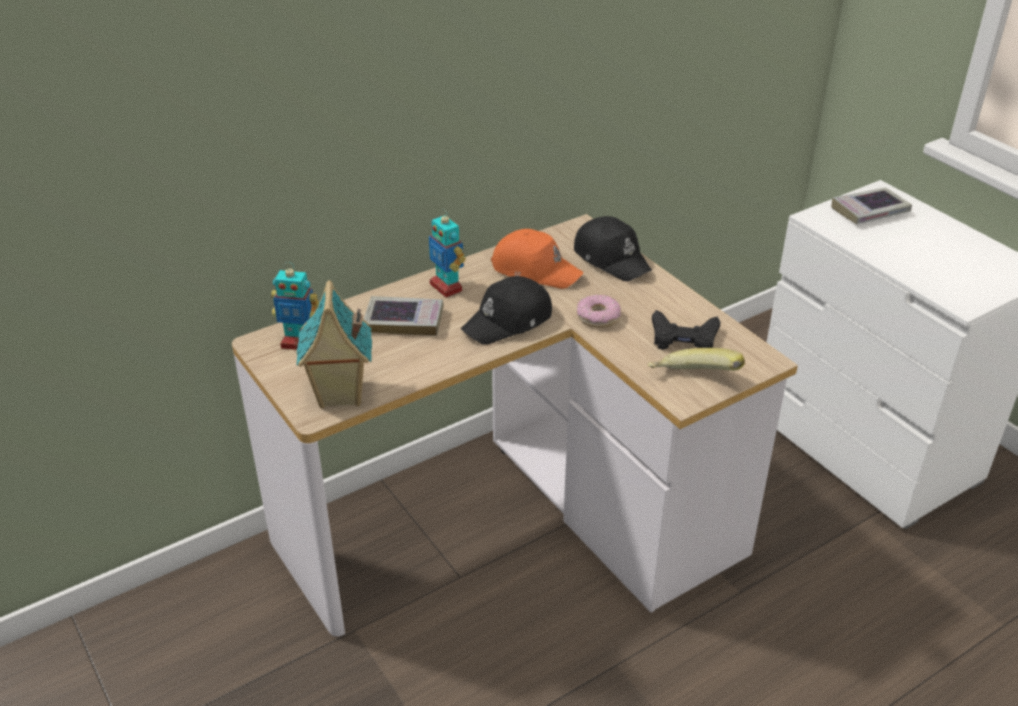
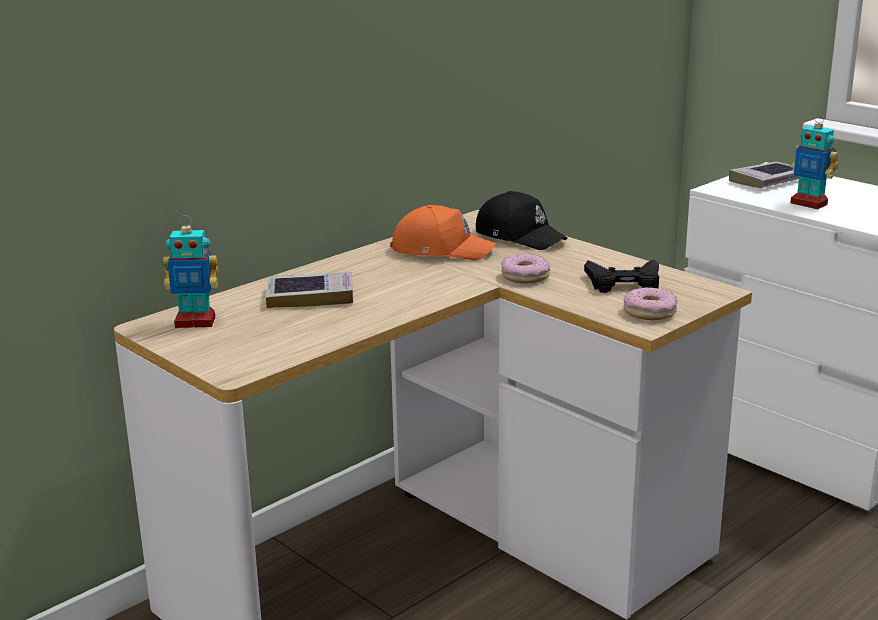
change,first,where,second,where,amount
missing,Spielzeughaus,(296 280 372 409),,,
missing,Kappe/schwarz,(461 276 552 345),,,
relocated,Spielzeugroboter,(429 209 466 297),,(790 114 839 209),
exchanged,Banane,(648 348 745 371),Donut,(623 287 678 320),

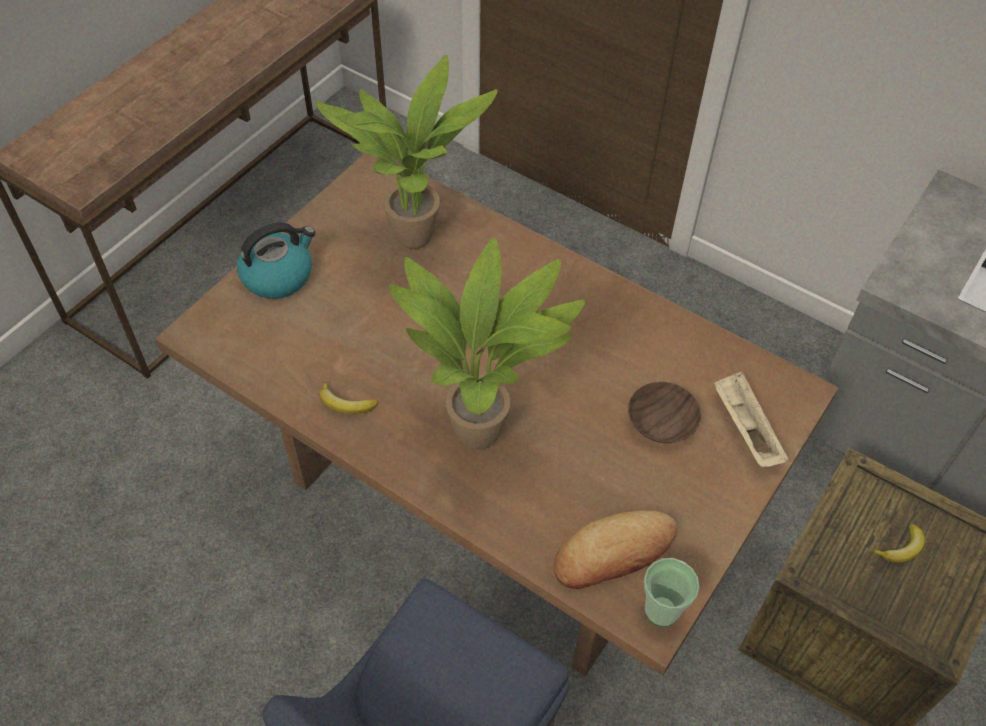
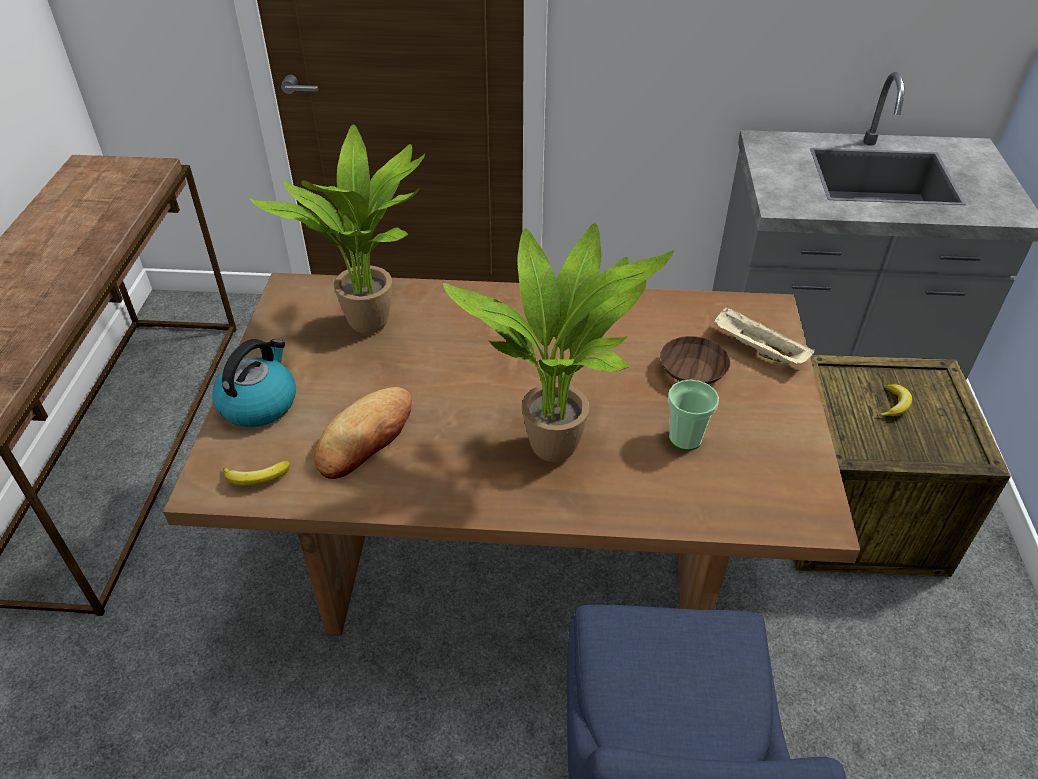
change,first,where,second,where,amount
relocated,Banane,(319 381 378 414),,(223 461 290 485),
relocated,Brot,(554 510 677 589),,(314 387 412 479),
relocated,Tasse,(644 558 699 627),,(668 379 719 451),

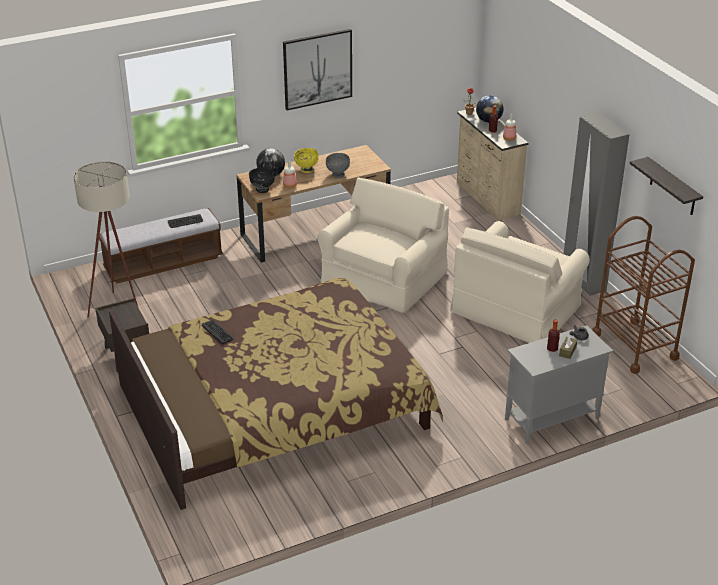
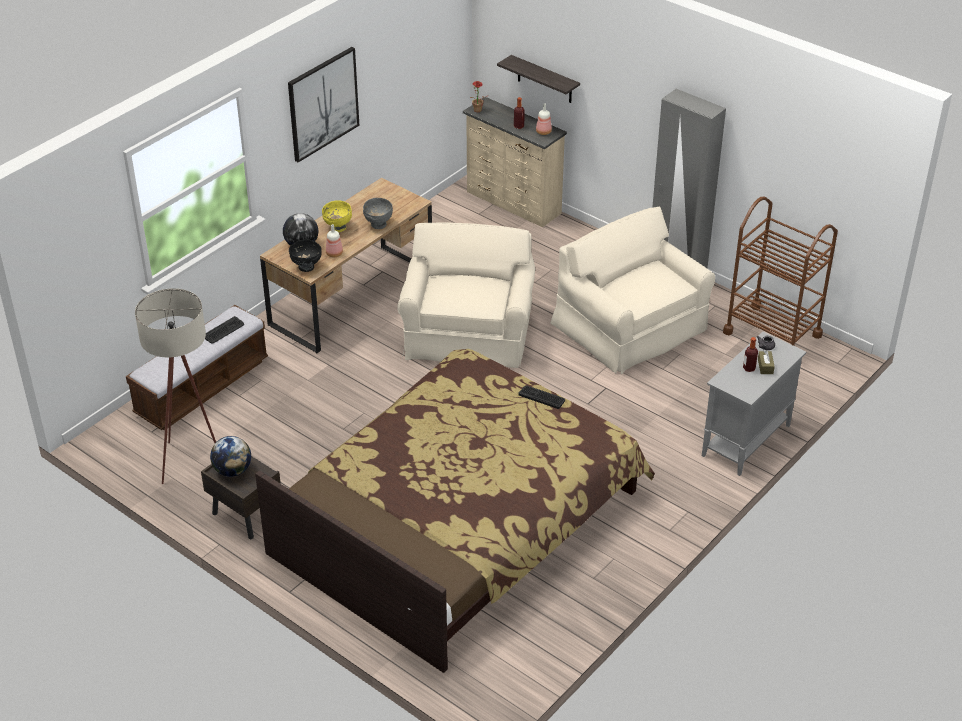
change,first,where,second,where,amount
relocated,Tastatur,(202 320 234 344),,(518 385 565 409),
relocated,Globus,(476 95 504 123),,(210 436 251 477),
relocated,Wandregal,(630 157 703 215),,(497 55 580 103),
spun,Sessel/beige,(450 221 590 343),,(550 207 715 374),135 degrees clockwise

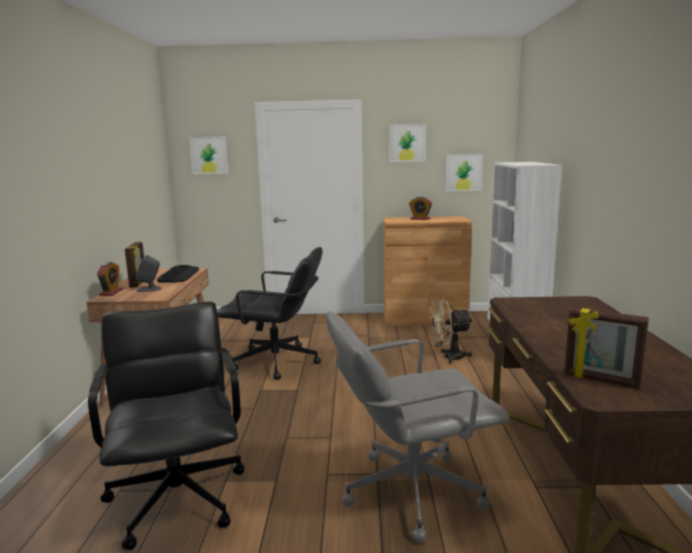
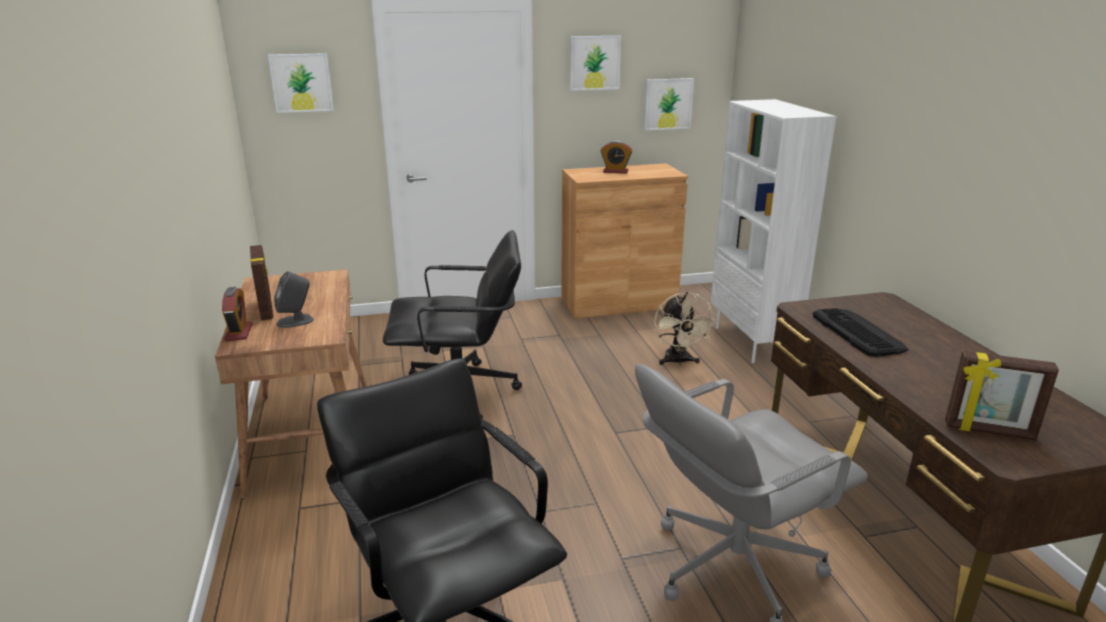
change,first,where,second,where,amount
relocated,Tastatur,(157 265 199 283),,(813 308 909 357),
spun,Ventilator/beige,(429 299 473 364),,(654 292 716 366),75 degrees counterclockwise

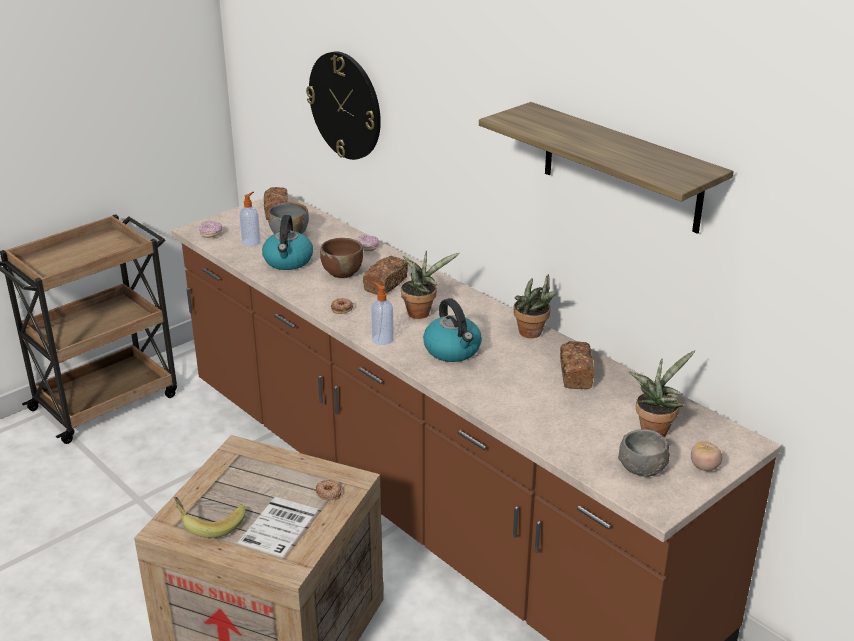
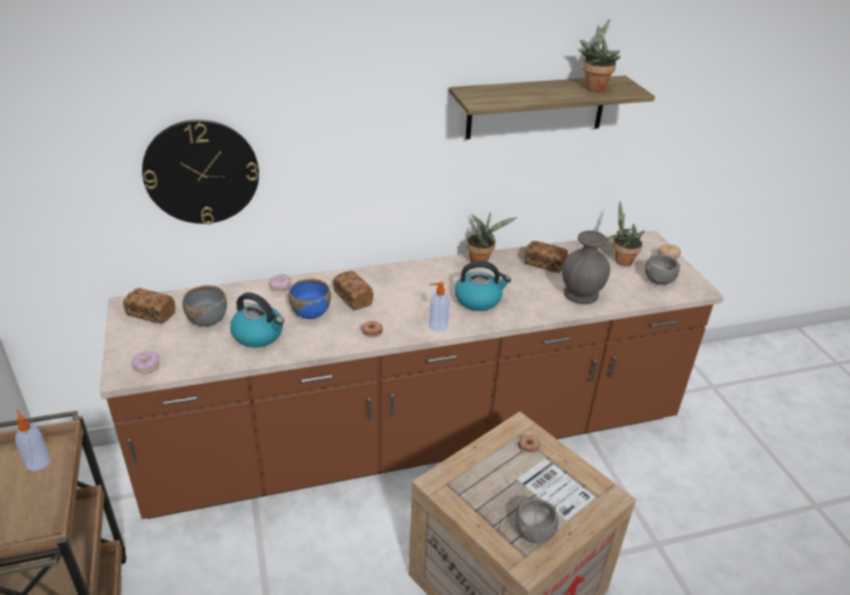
change,first,where,second,where,amount
appeared,,,Vase/grau,(562 230 610 304),
relocated,Seifenspender,(240 192 261 246),,(15 410 50 471),
relocated,Topfpflanze,(401 250 460 319),,(578 19 620 92),
exchanged,Banane,(174 497 246 538),Schüssel/grau,(515 498 558 544),
colour,Schüssel/braun,(320 238 363 278),Schüssel/blau,(289 279 331 319),

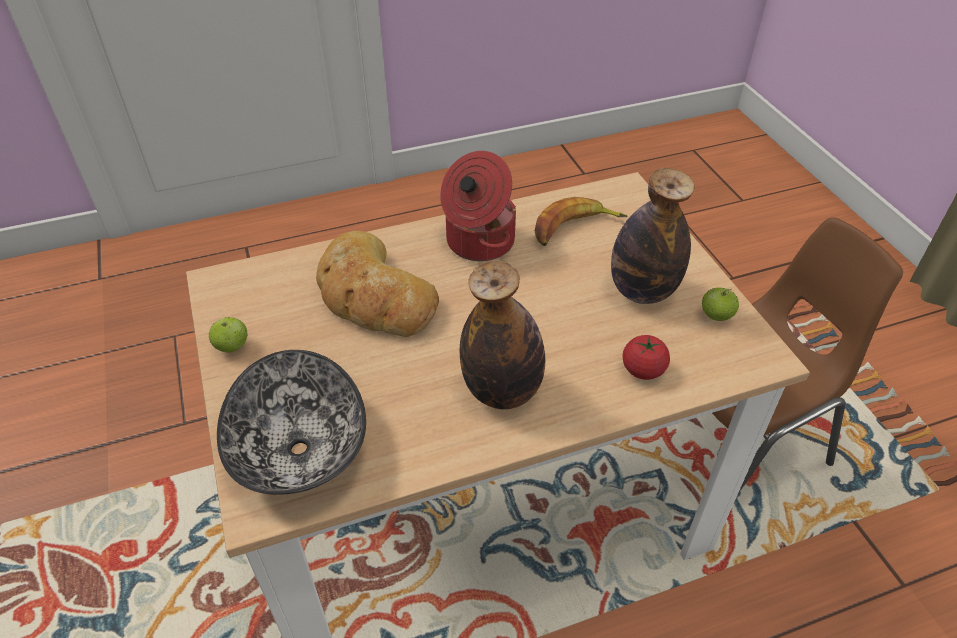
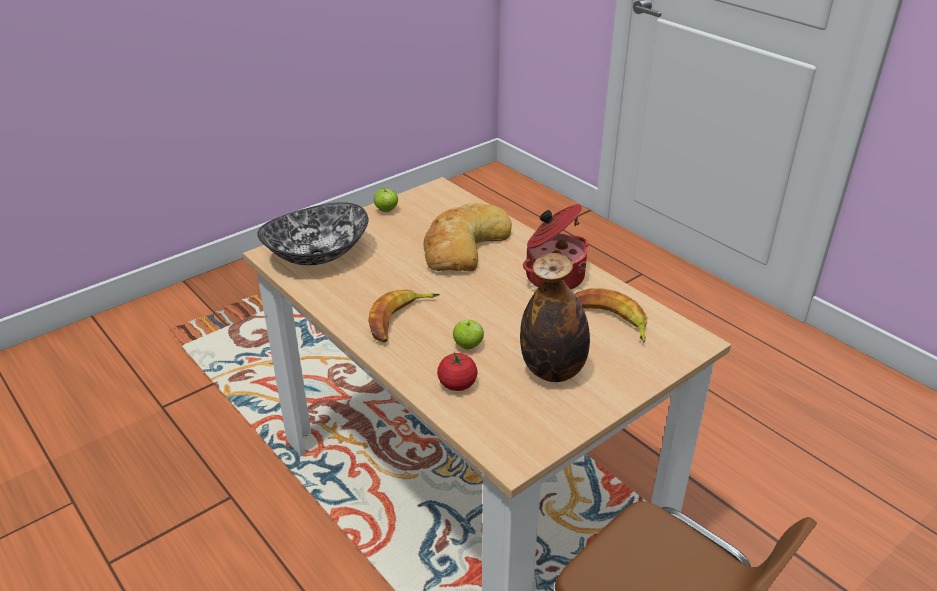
change,first,where,second,where,amount
relocated,Apfel,(702 288 739 321),,(453 319 484 350),
exchanged,Flasche,(460 261 545 409),Banane,(368 289 440 342),

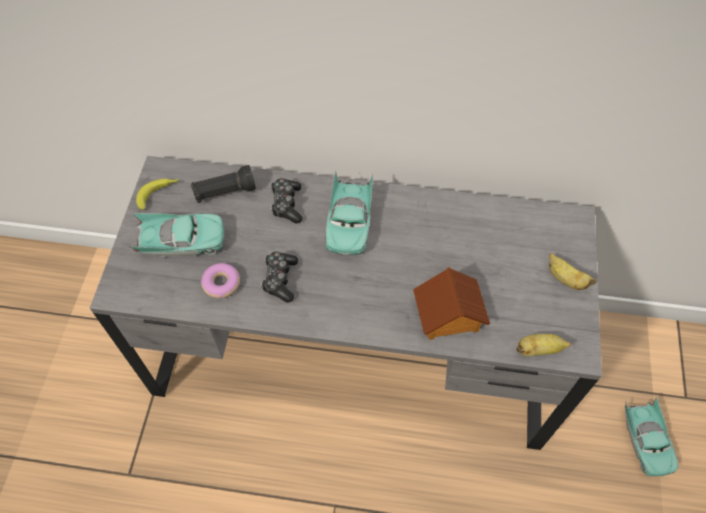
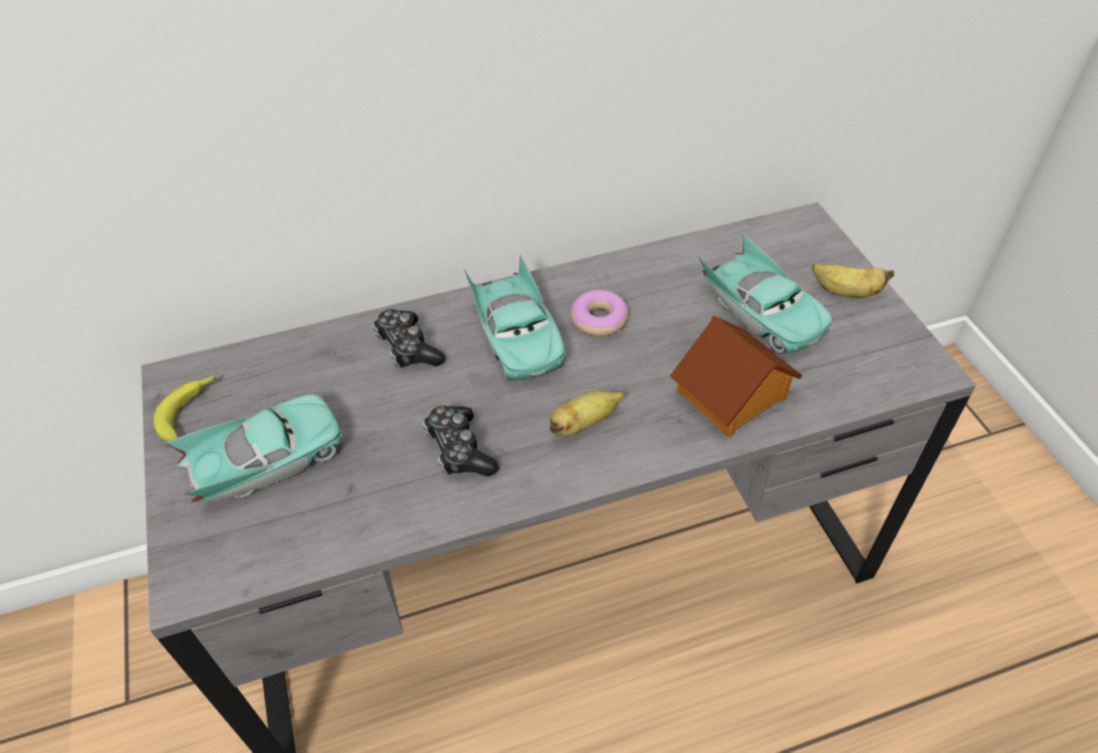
change,first,where,second,where,amount
missing,Taschenlampe/schwarz,(191 165 256 203),,,
relocated,Donut,(201 263 240 299),,(571 290 628 336),
relocated,Banane,(516 334 571 356),,(550 390 624 437),
relocated,Spielzeugauto/türkis,(625 397 678 477),,(699 233 832 354),

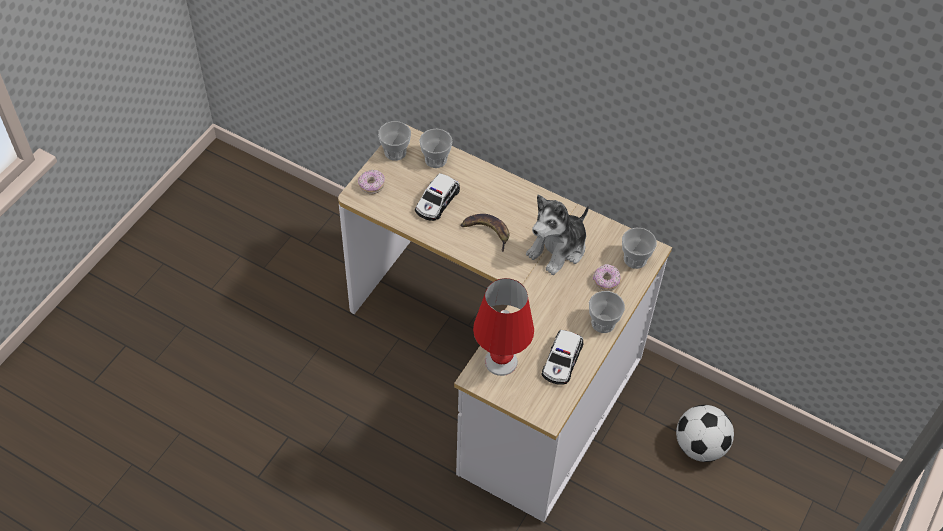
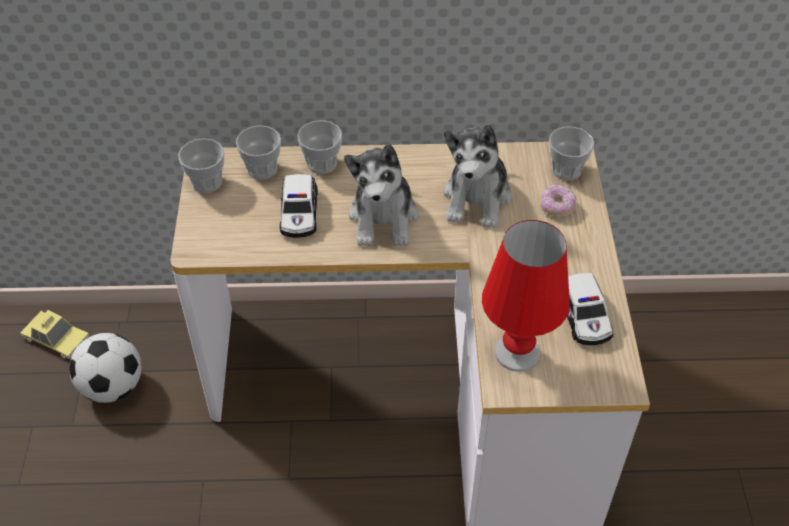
change,first,where,second,where,amount
missing,Donut,(358 170 385 194),,,
appeared,,,Spielzeugauto,(20 310 89 359),
relocated,Tasse,(589 291 625 333),,(297 120 342 174),
relocated,Fußball,(676 405 734 462),,(69 333 141 403),
exchanged,Banane,(461 214 509 252),Plüschtier,(344 144 419 246),

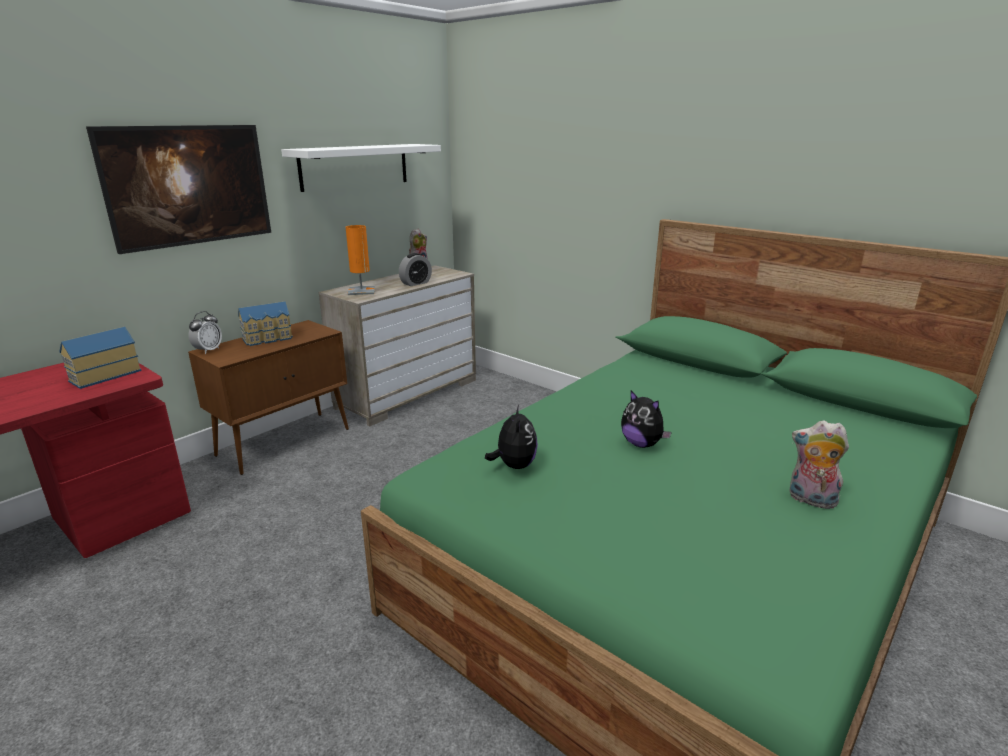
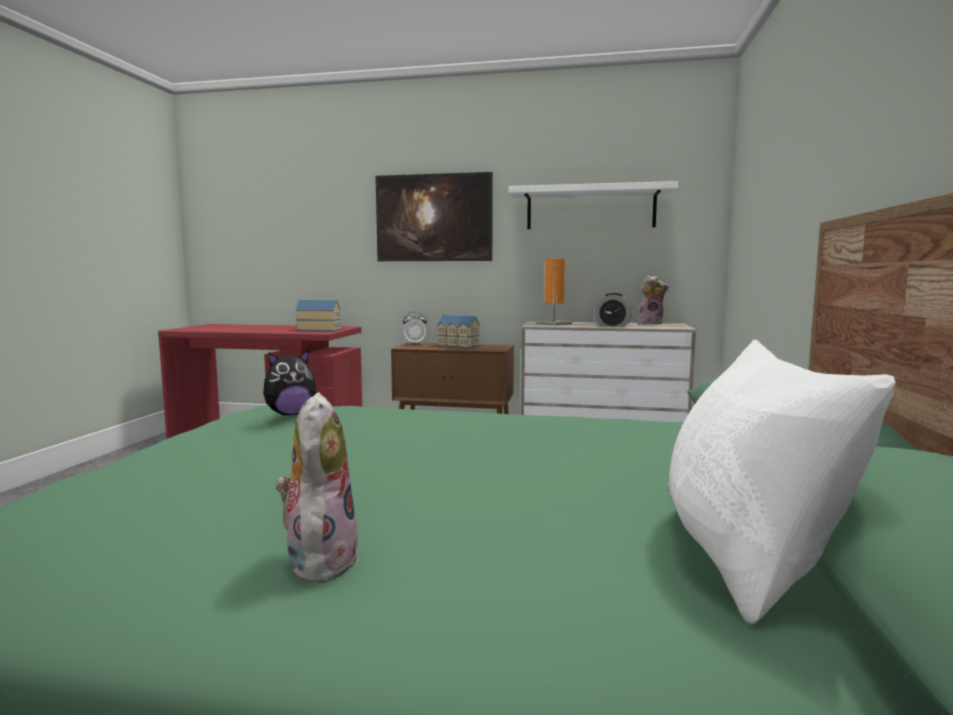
change,first,where,second,where,amount
missing,Plüschtier,(621 391 672 448),,,
appeared,,,Kissen/weiß,(668 340 896 624),

